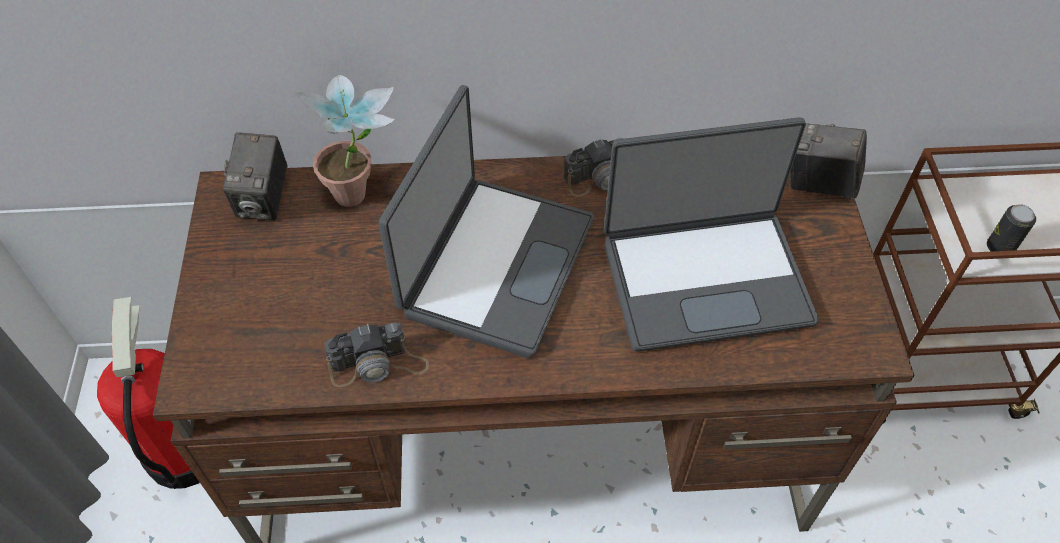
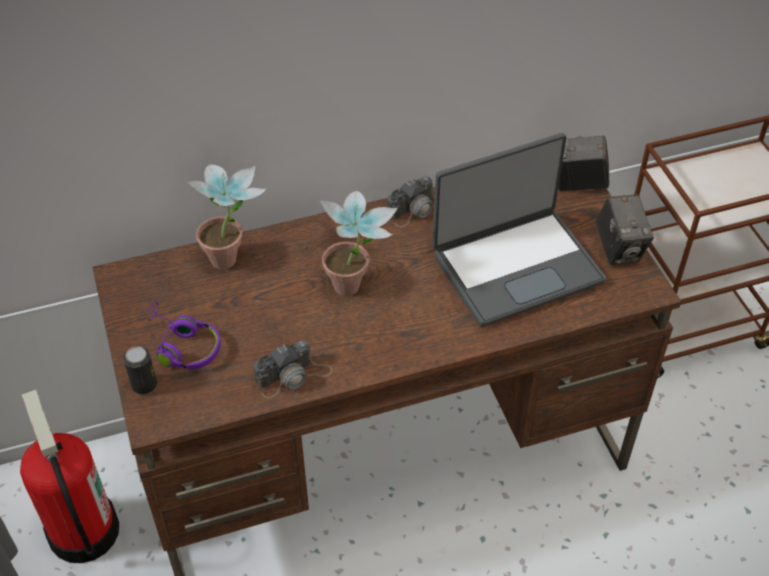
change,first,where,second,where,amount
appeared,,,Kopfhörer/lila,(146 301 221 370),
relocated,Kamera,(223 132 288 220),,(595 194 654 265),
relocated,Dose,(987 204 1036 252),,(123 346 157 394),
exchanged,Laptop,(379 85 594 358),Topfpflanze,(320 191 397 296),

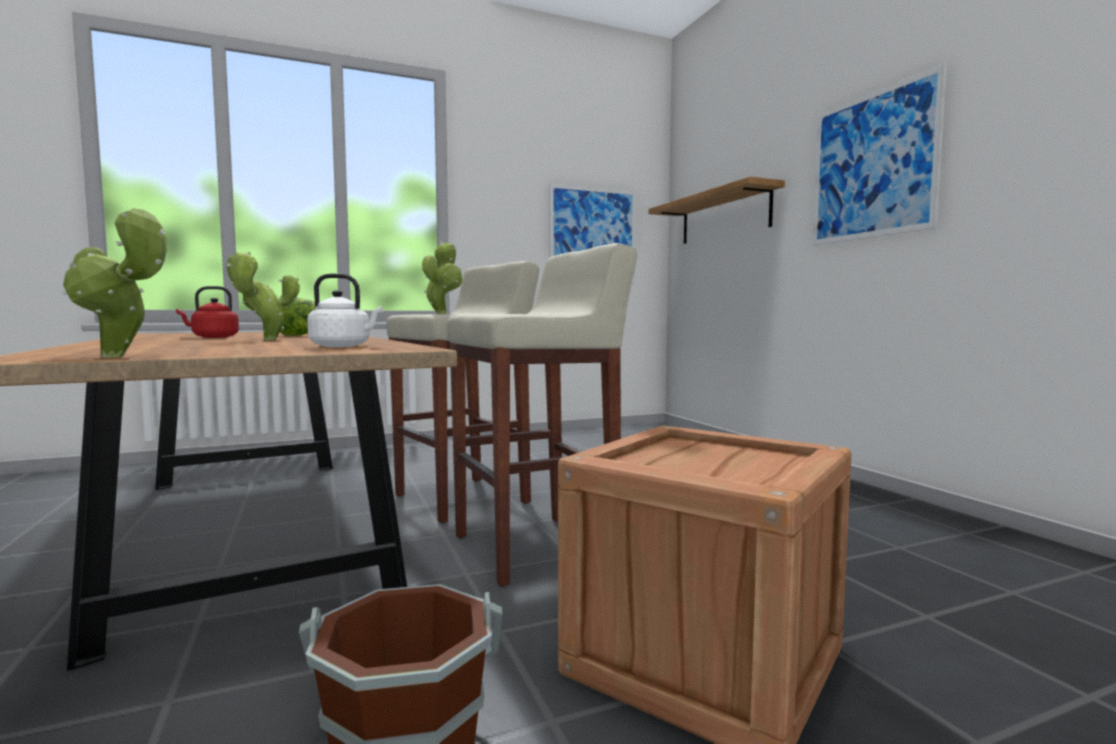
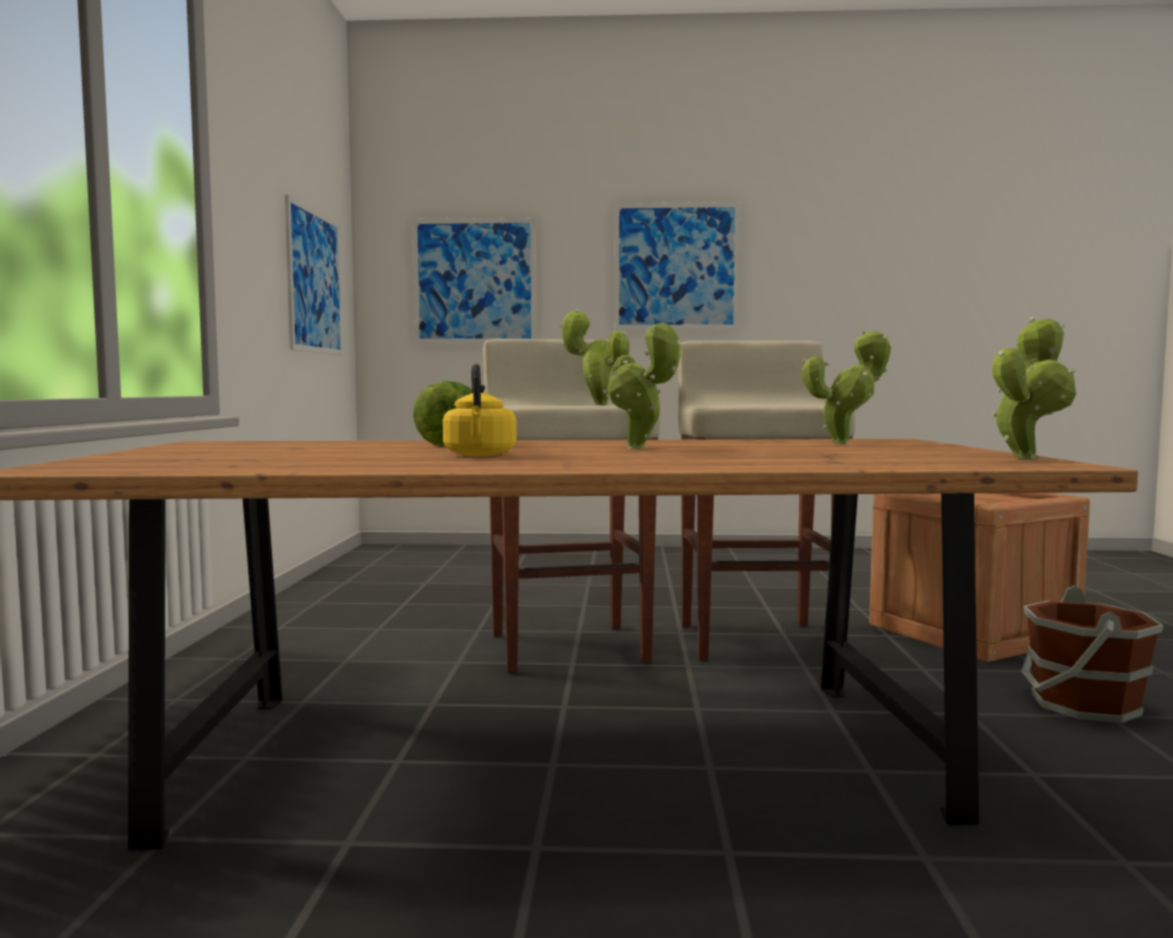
change,first,where,second,where,amount
exchanged,Wasserkessel/weiß,(307 274 383 347),Topfpflanze,(802 330 891 444),
exchanged,Wandregal,(648 176 785 244),Bild,(412 218 536 344),
colour,Wasserkessel/rot,(176 286 239 338),Wasserkessel/gelb,(443 364 517 456),

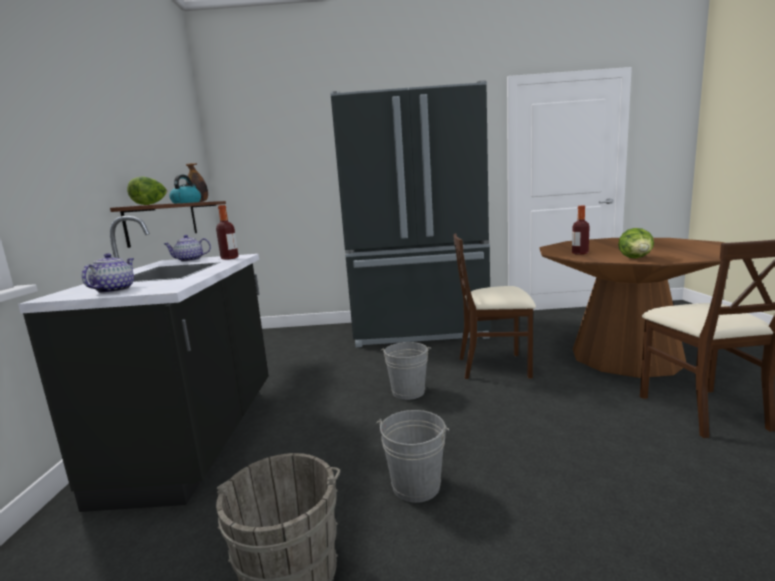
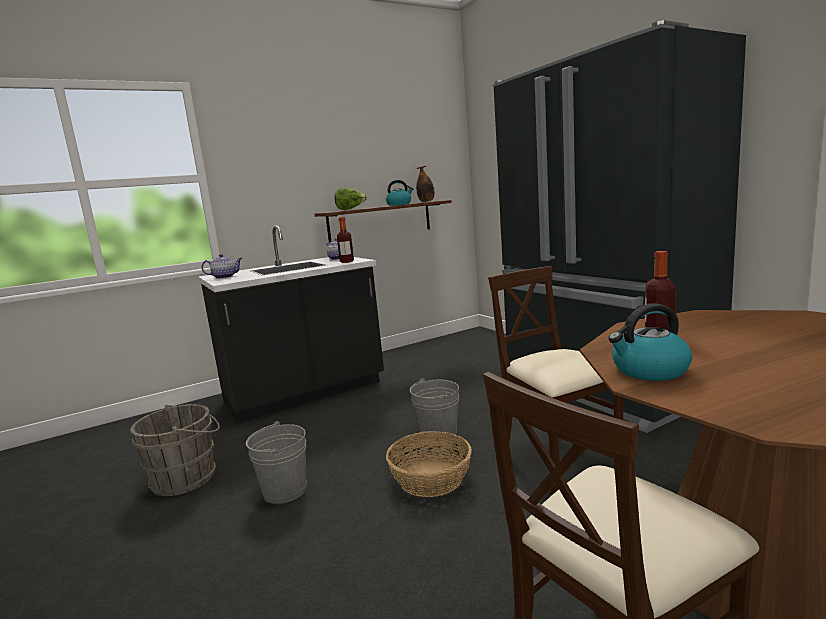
change,first,where,second,where,amount
appeared,,,Korb,(386 431 472 497),
exchanged,Salatkopf,(618 228 654 258),Wasserkessel,(608 303 692 381),

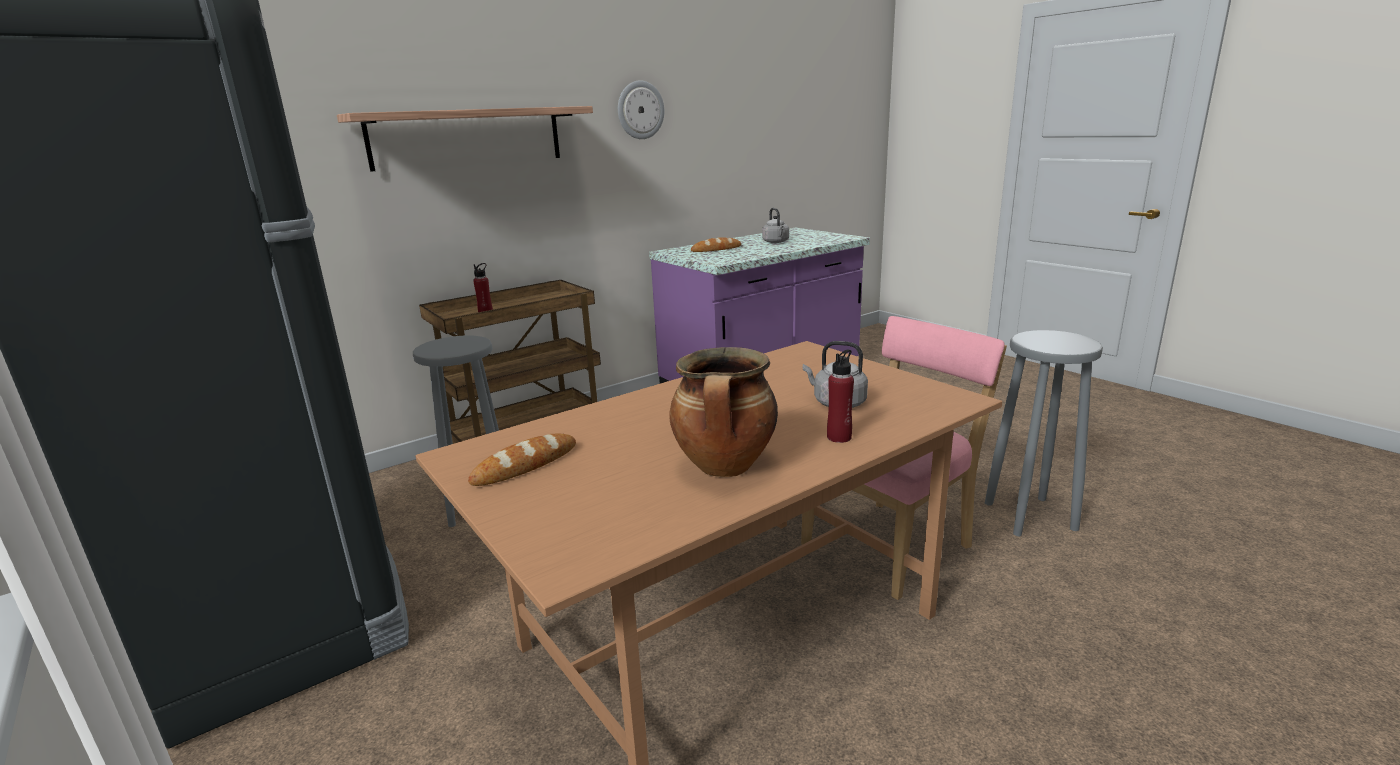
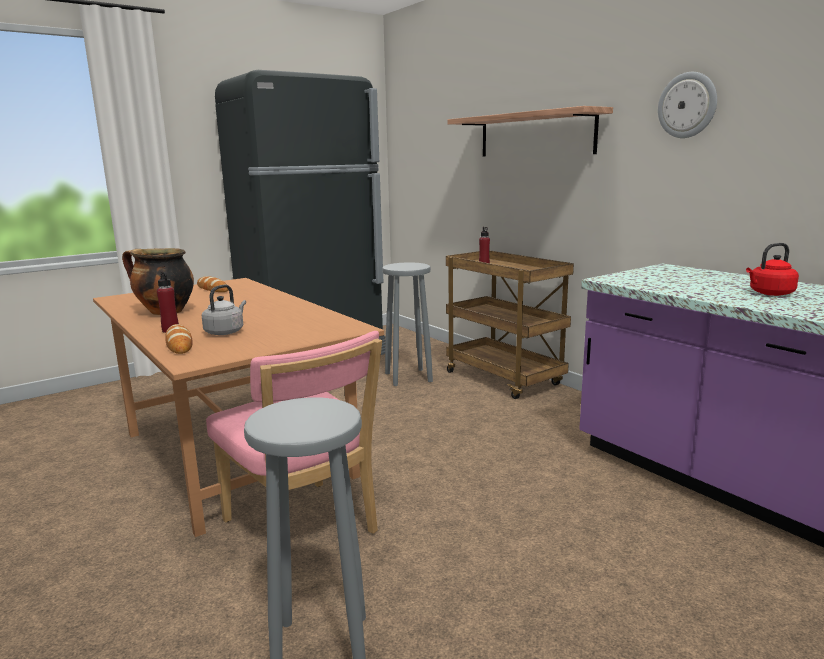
change,first,where,second,where,amount
relocated,Brot,(691 237 741 252),,(165 324 193 354),
colour,Wasserkessel/grau,(762 208 789 243),Wasserkessel/rot,(746 243 799 296),

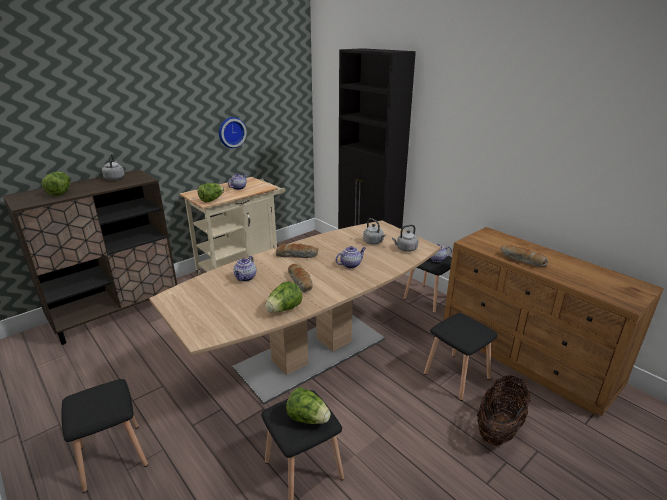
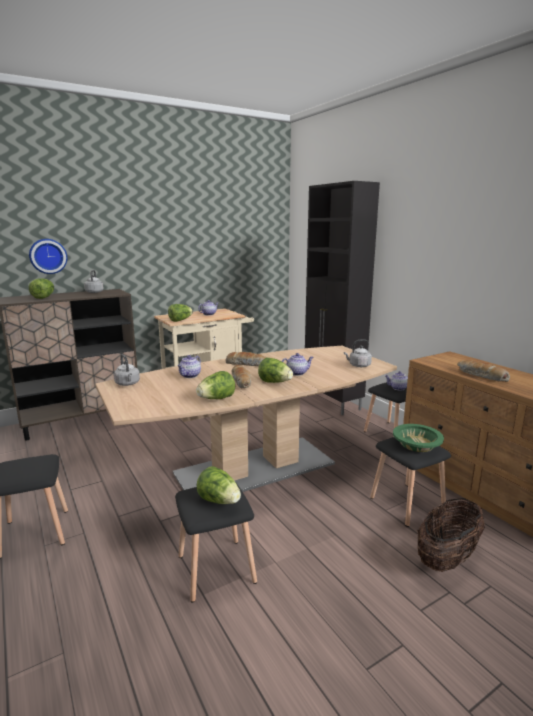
change,first,where,second,where,amount
appeared,,,Salatkopf,(258 358 293 383),
appeared,,,Schüssel/grün,(393 424 444 452),
relocated,Wanduhr,(219 117 247 148),,(29 239 67 274),
relocated,Wasserkessel/grau,(363 218 385 245),,(114 354 140 386),

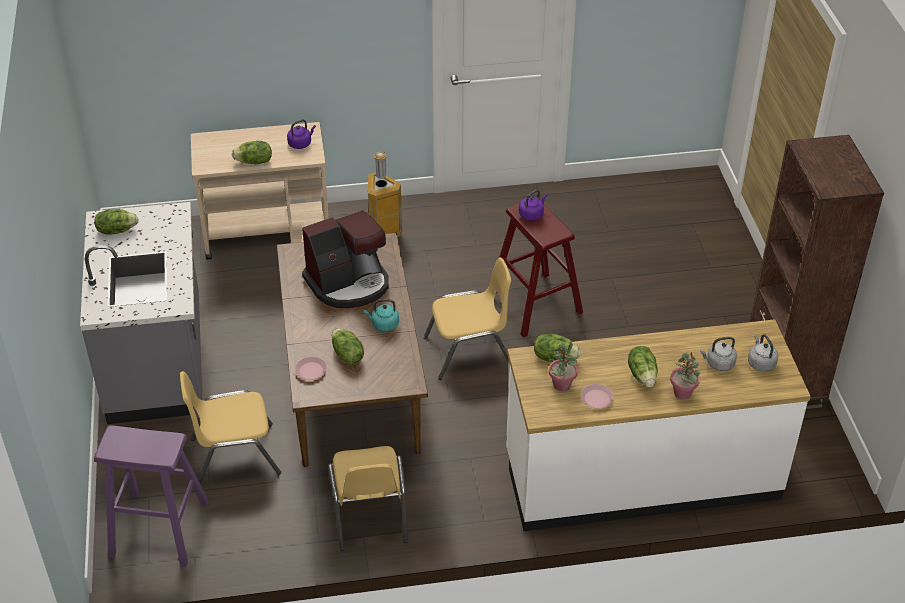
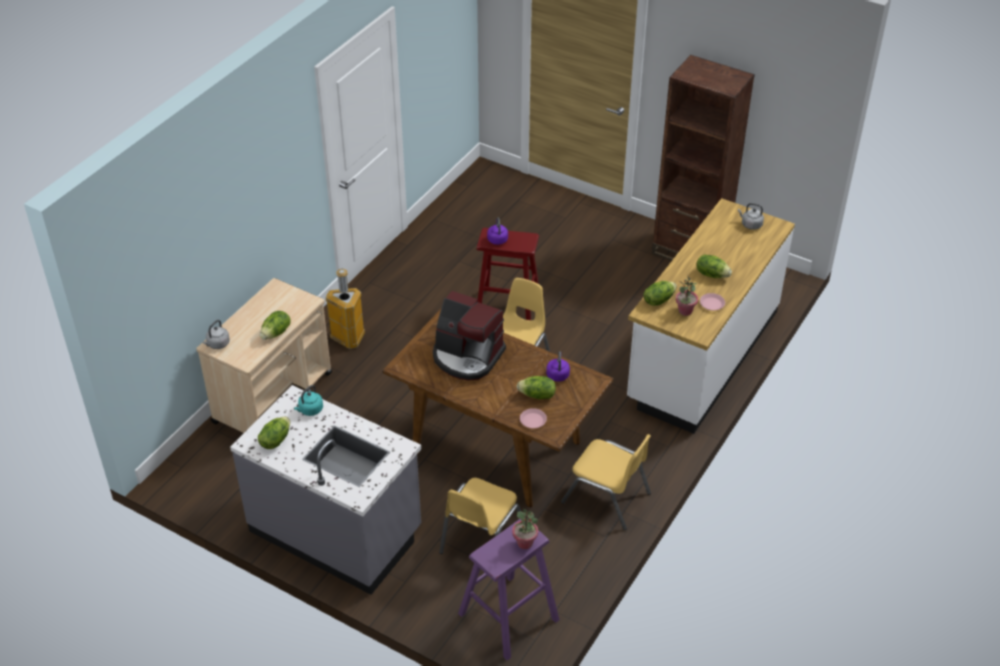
change,first,where,second,where,amount
relocated,Wasserkessel/lila,(287 119 316 149),,(546 351 570 382),
relocated,Wasserkessel/türkis,(364 299 399 332),,(294 385 323 416),
relocated,Topfpflanze,(670 352 700 400),,(512 509 538 549),
relocated,Wasserkessel/grau,(700 337 737 371),,(203 320 230 349),
spun,Kaffeemaschine,(302 210 389 308),,(433 291 506 381),105 degrees clockwise

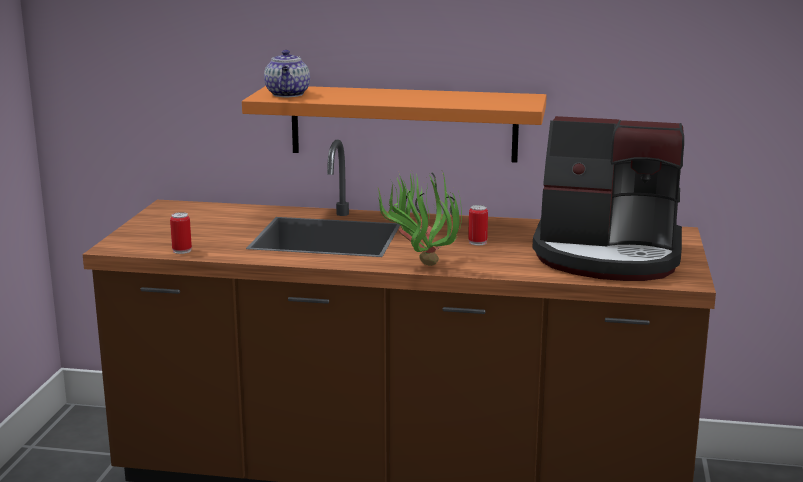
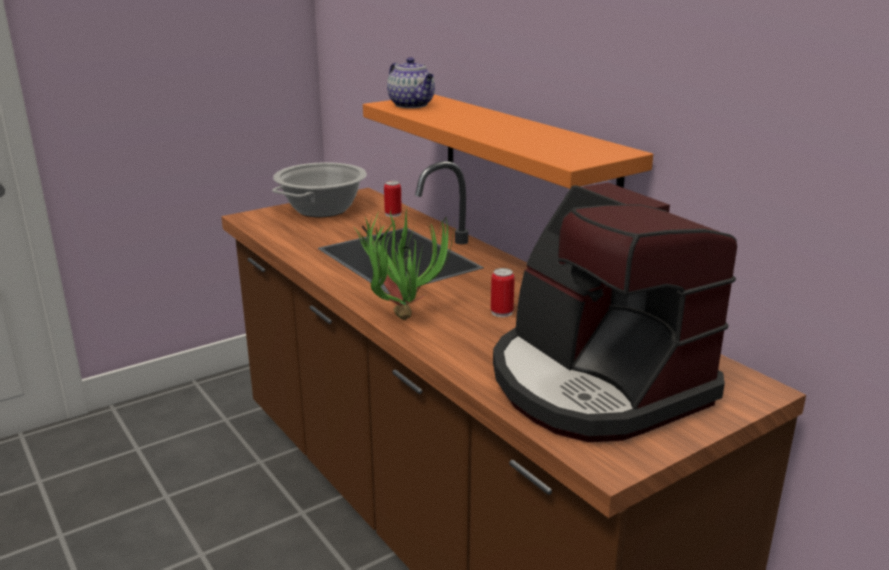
change,first,where,second,where,amount
appeared,,,Kochtopf,(272 162 367 217),
relocated,Dose,(170 212 192 254),,(384 181 402 217),
spun,Teekanne,(264 50 310 97),,(387 57 435 108),75 degrees counterclockwise

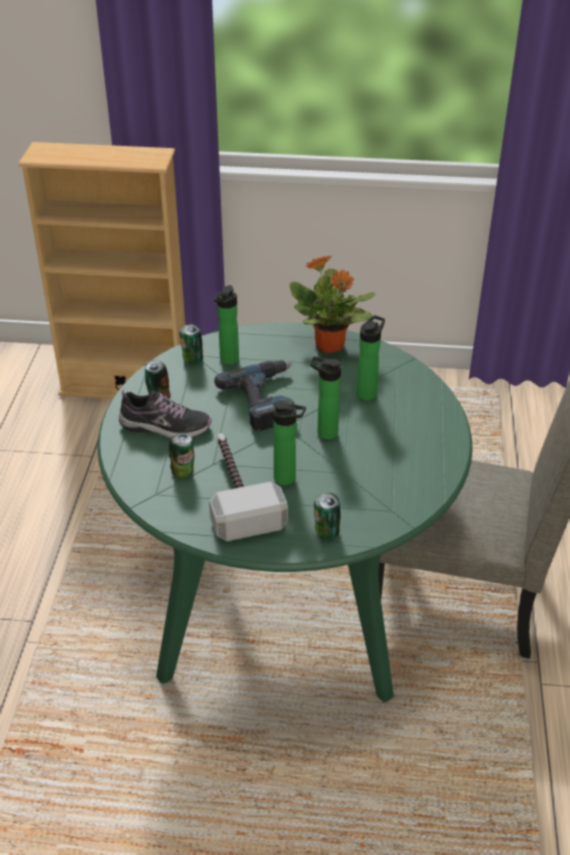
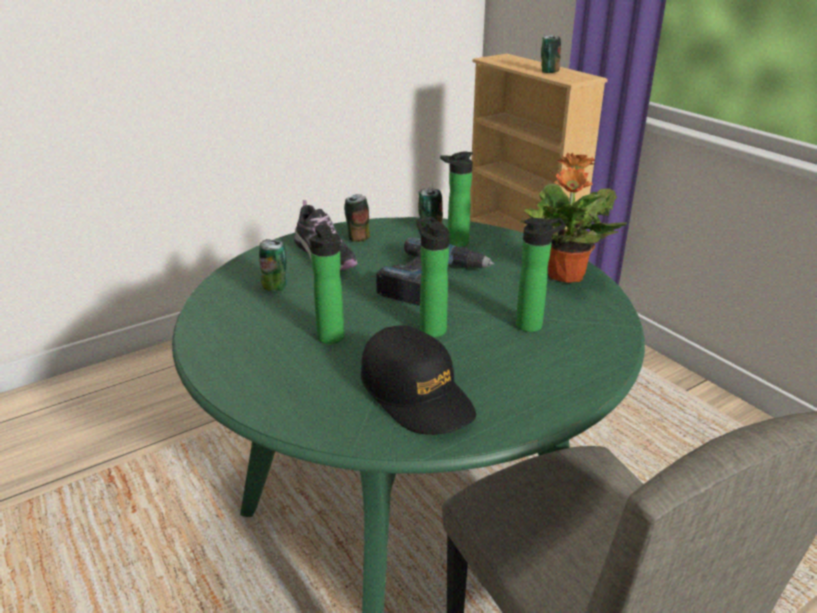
change,first,where,second,where,amount
missing,Hammer,(209 433 288 541),,,
appeared,,,Kappe/schwarz,(361 325 476 435),
relocated,Dose,(314 493 341 540),,(541 35 561 73),

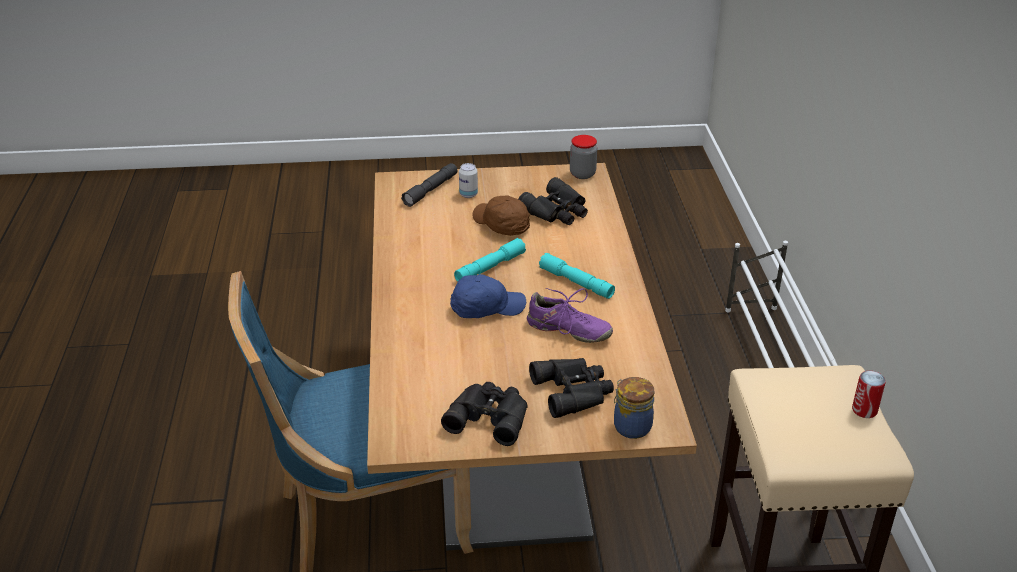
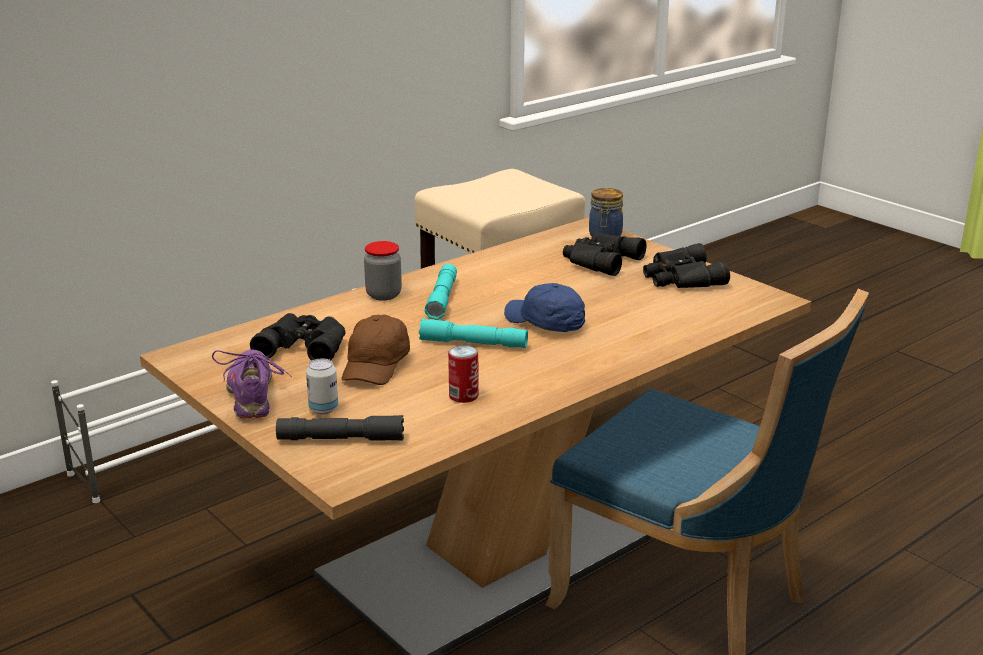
change,first,where,second,where,amount
relocated,Schuh/lila,(527 288 613 343),,(212 350 292 418),
relocated,Vorratsglas,(570 135 597 179),,(364 241 402 301),
relocated,Dose,(852 371 886 418),,(448 345 479 403),

